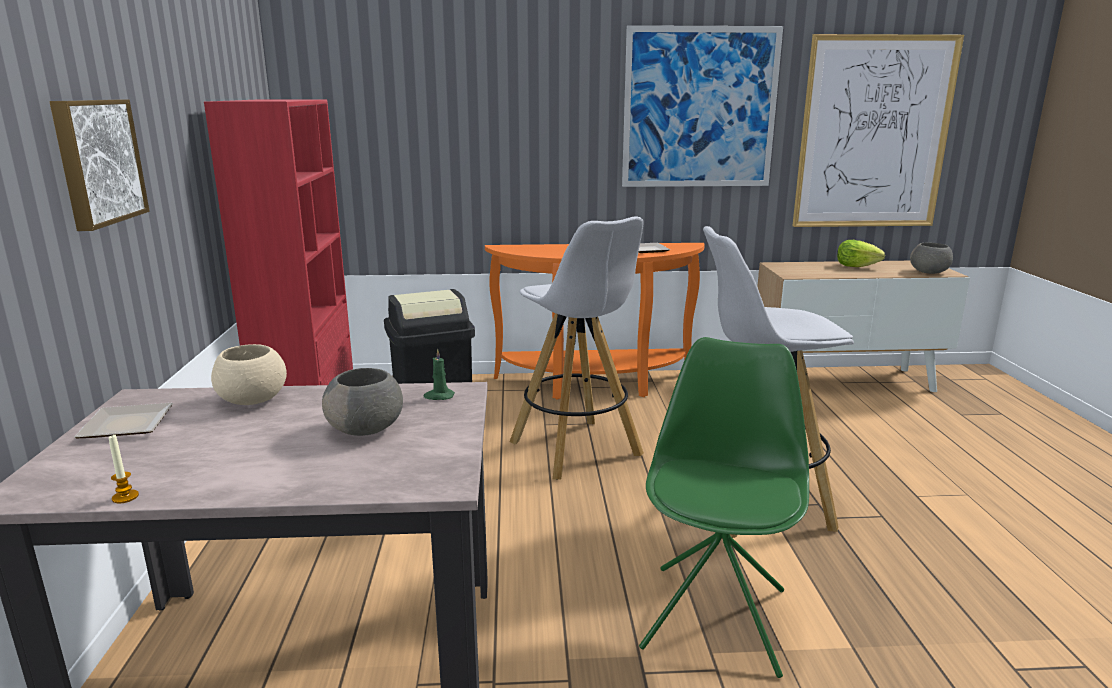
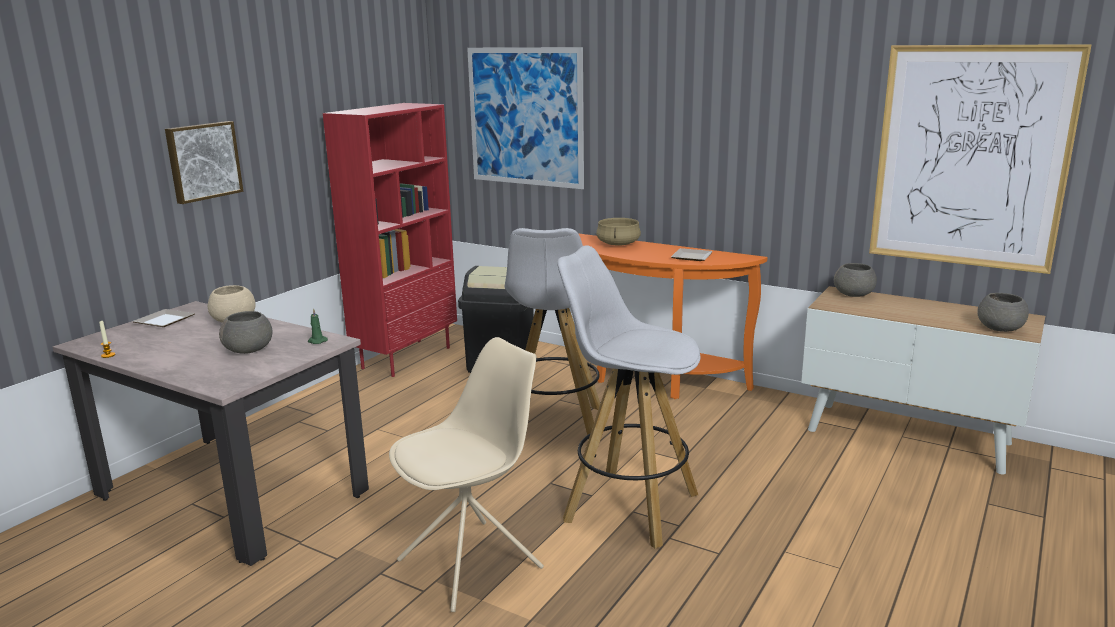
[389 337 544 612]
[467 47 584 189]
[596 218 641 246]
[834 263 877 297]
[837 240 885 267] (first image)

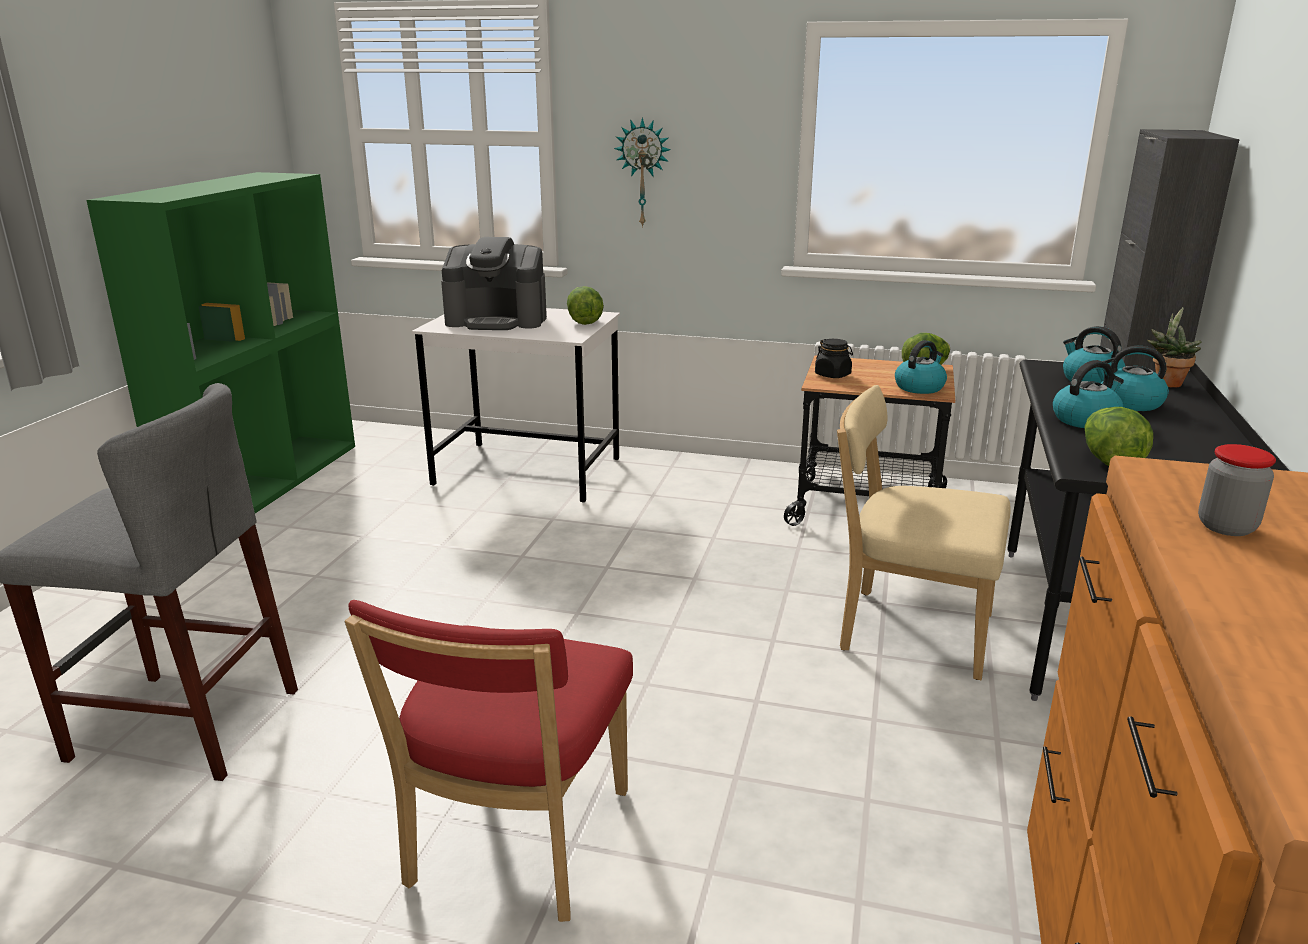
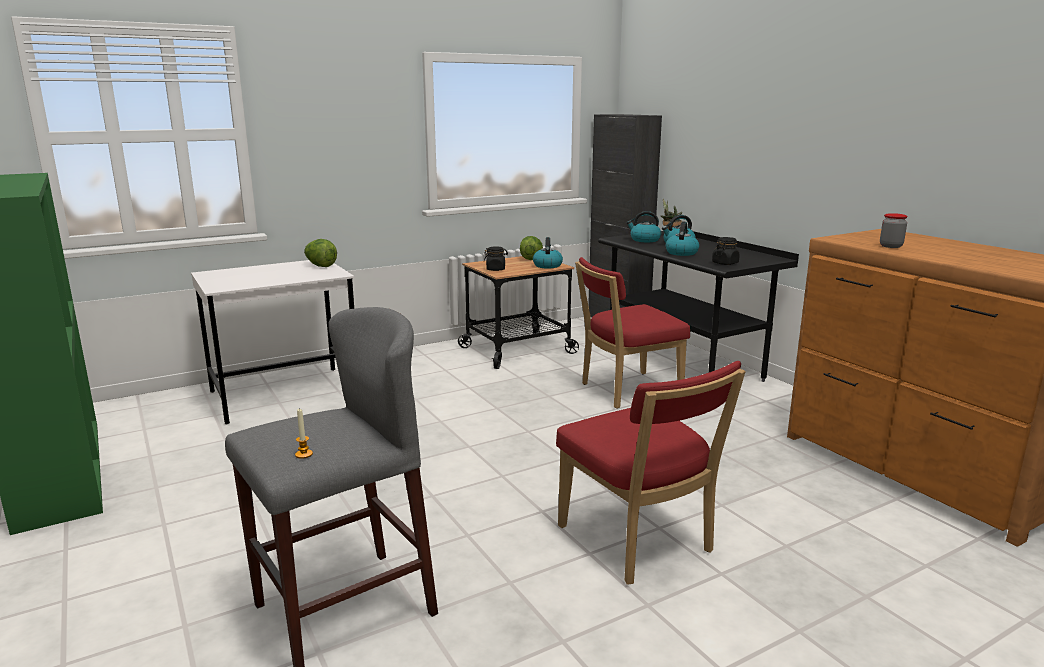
[295 408 313 459]
[575 257 690 409]
[712 237 740 265]
[441 237 547 330] (first image)
[614 117 671 228] (first image)

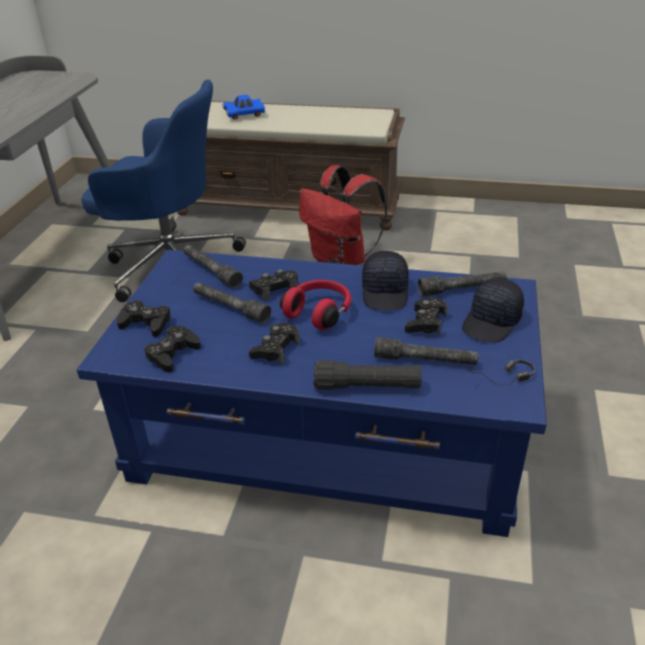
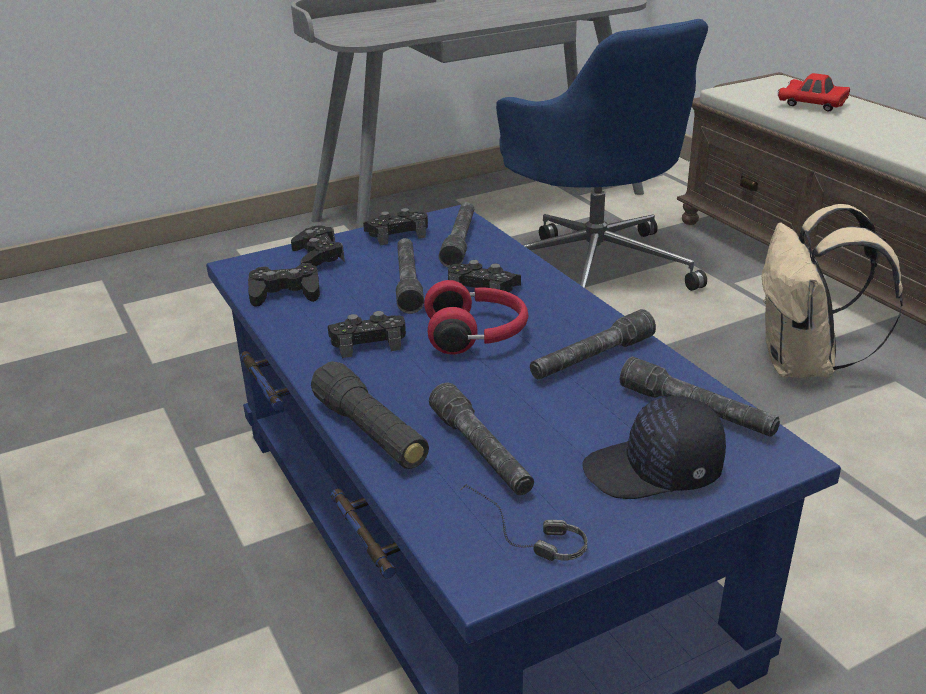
[363 208 428 246]
[530 309 656 380]
[762 204 903 378]
[778 73 850 111]

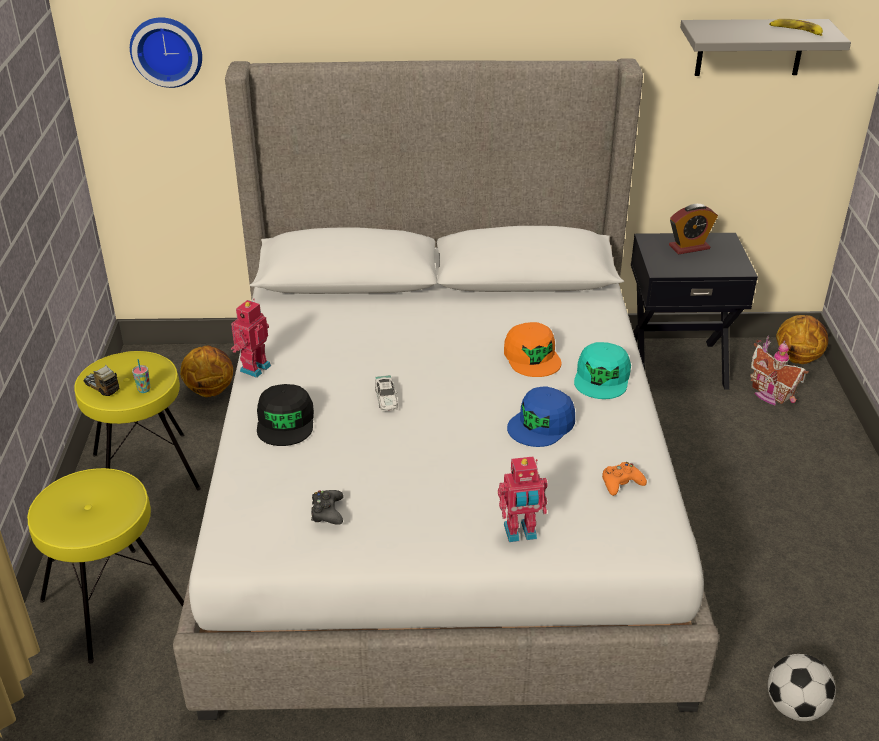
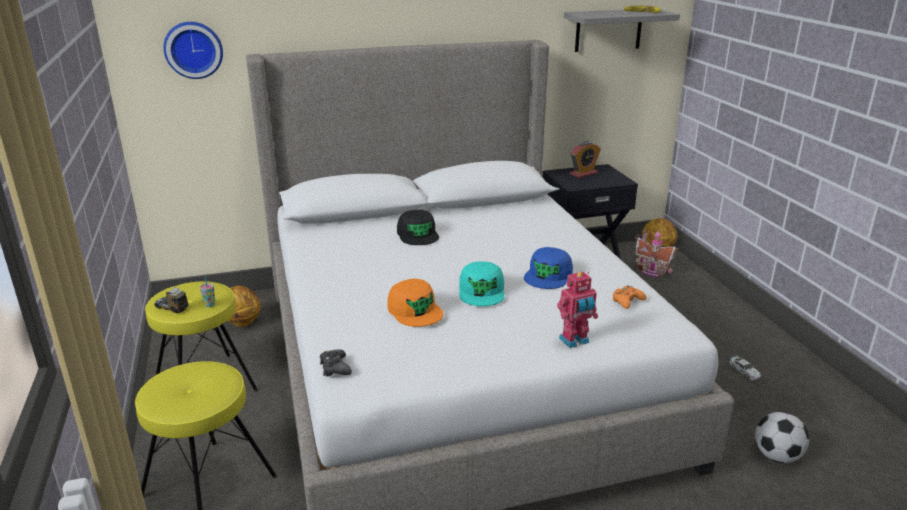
[320 349 352 377]
[387 279 443 327]
[397 210 439 245]
[459 261 505 306]
[729 355 761 380]
[231 299 271 378] (first image)

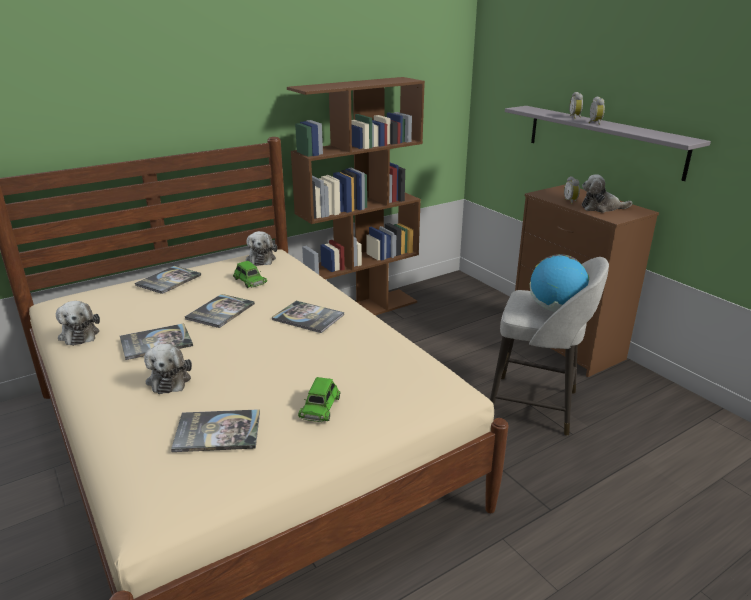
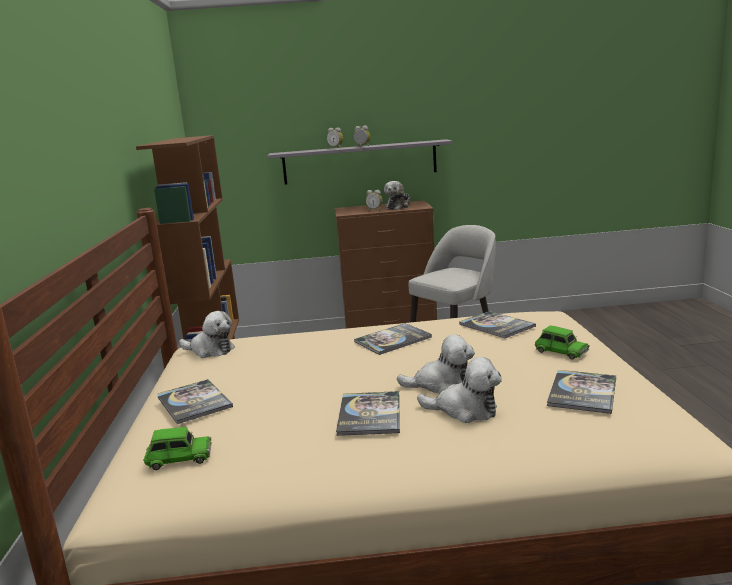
[143 427 212 470]
[397 334 475 394]
[459 311 536 338]
[530 254 589 312] (first image)

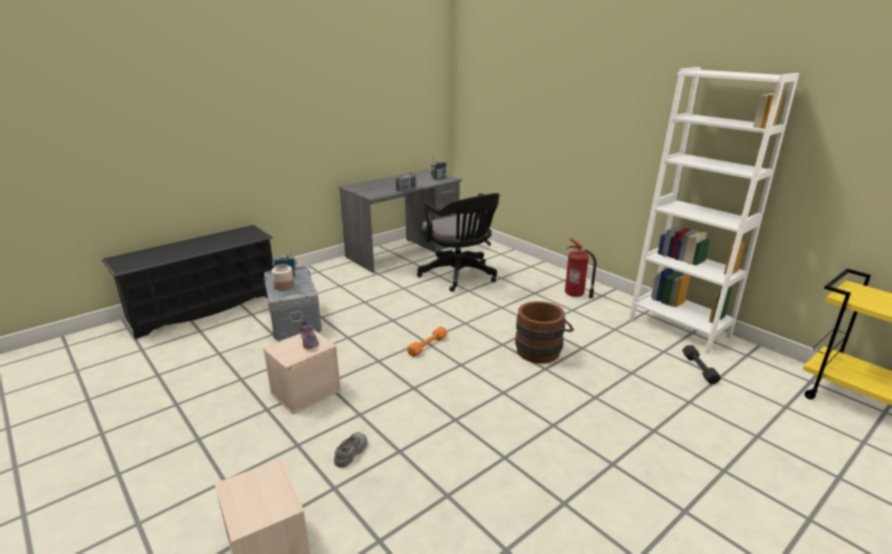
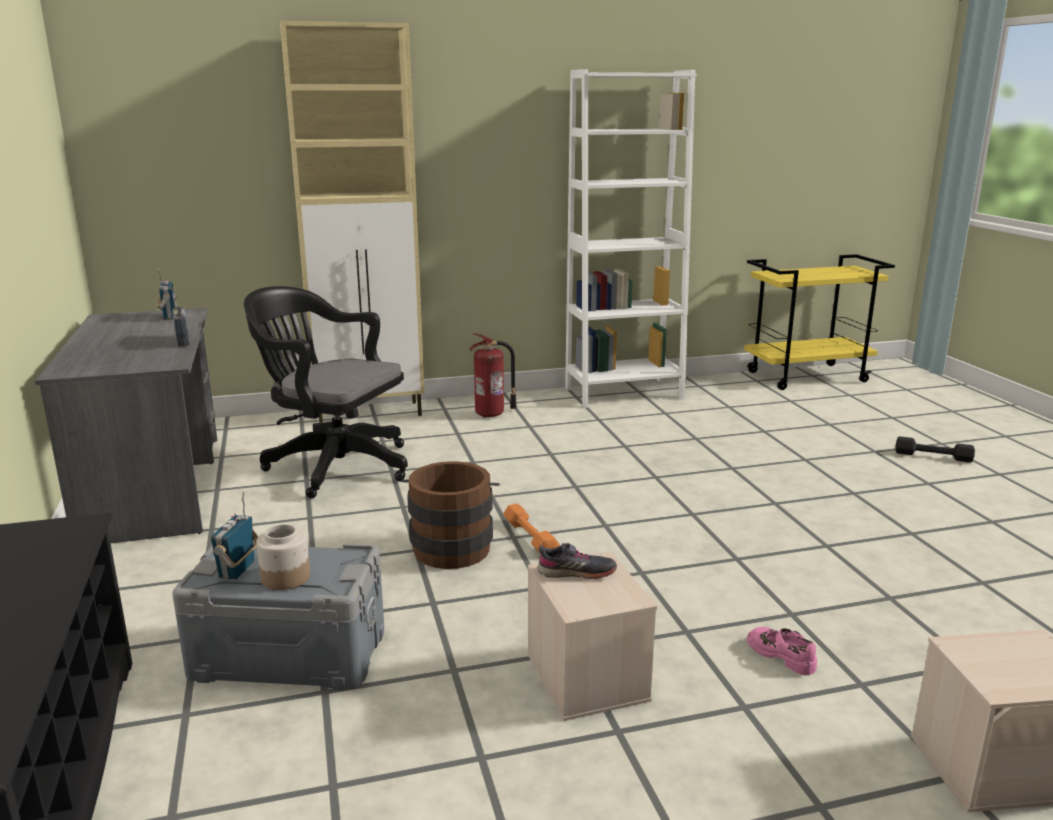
[244 286 408 498]
[280 21 425 423]
[401 461 500 569]
[747 627 817 675]
[896 436 975 462]

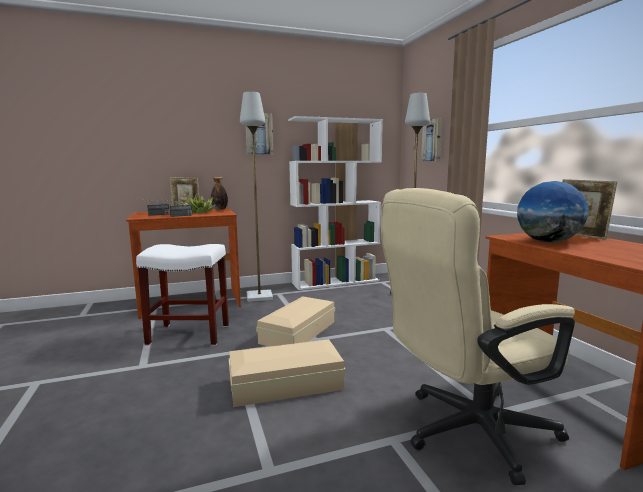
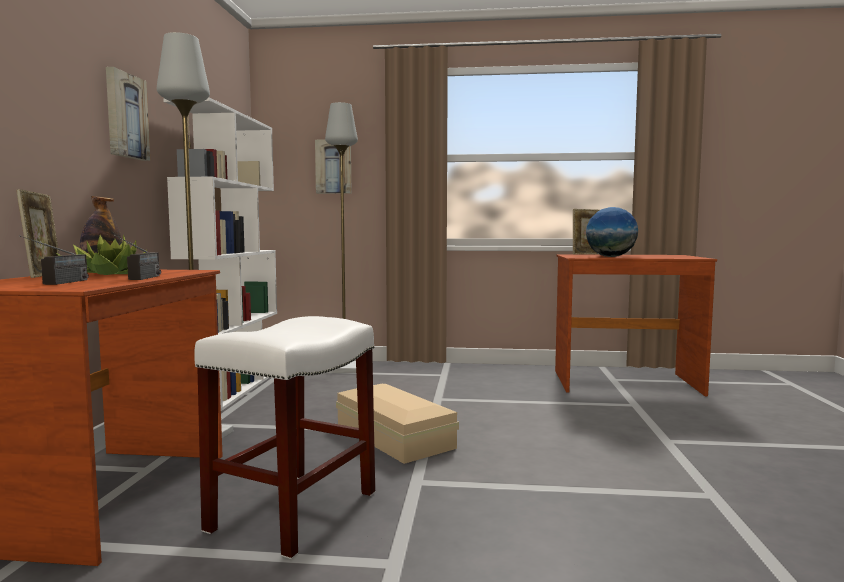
[229 339 345 407] (first image)
[381 188 575 485] (first image)

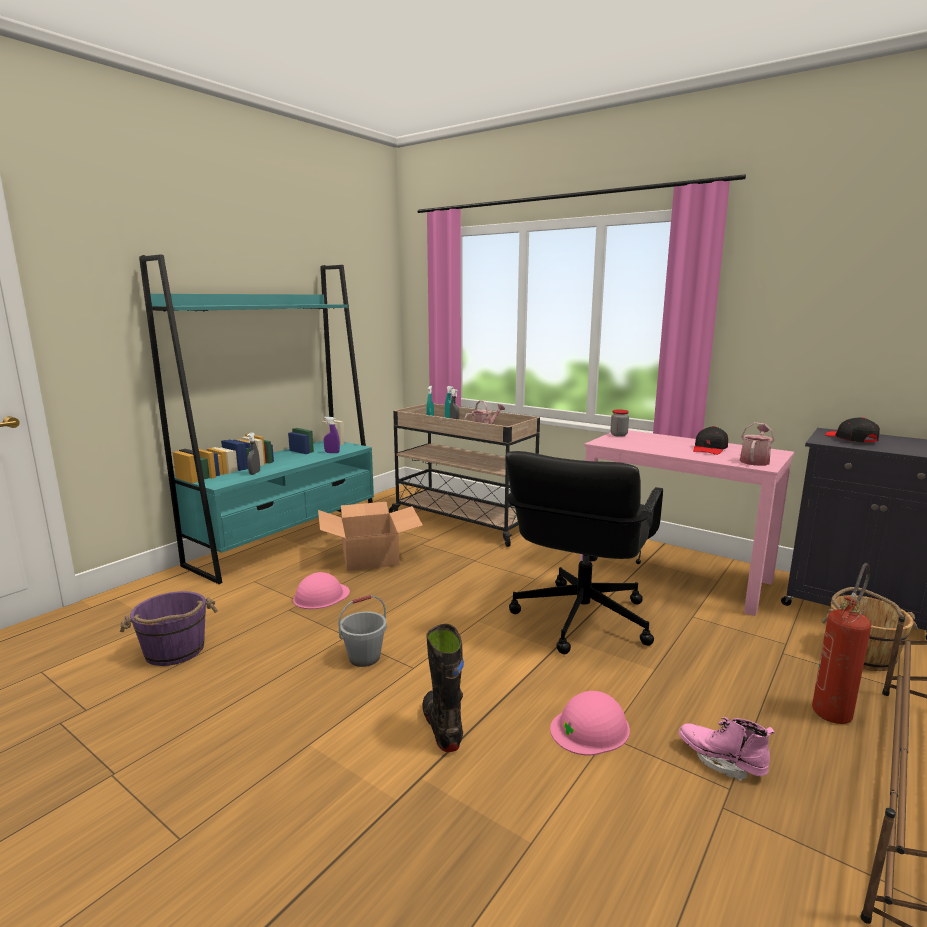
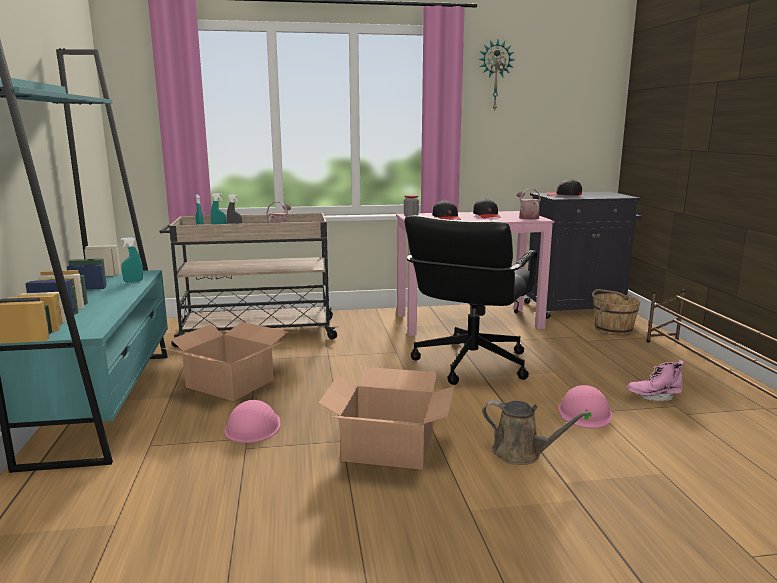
[121 237 143 283]
[319 367 455 470]
[404 215 538 385]
[433 200 461 220]
[479 40 515 112]
[482 400 590 465]
[120 591 218 666] (first image)
[247 432 260 475] (first image)
[812 563 871 724] (first image)

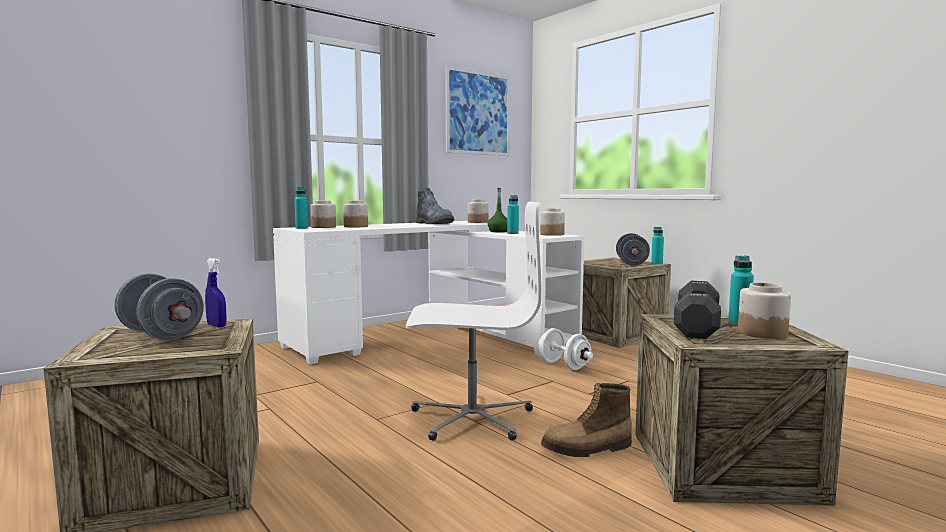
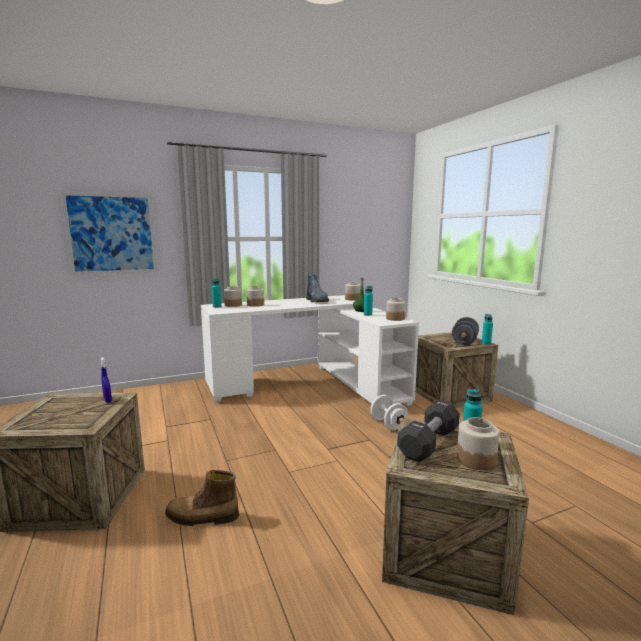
[61 192 157 275]
[165 470 239 526]
[114 273 204 341] (first image)
[406 202 541 441] (first image)

